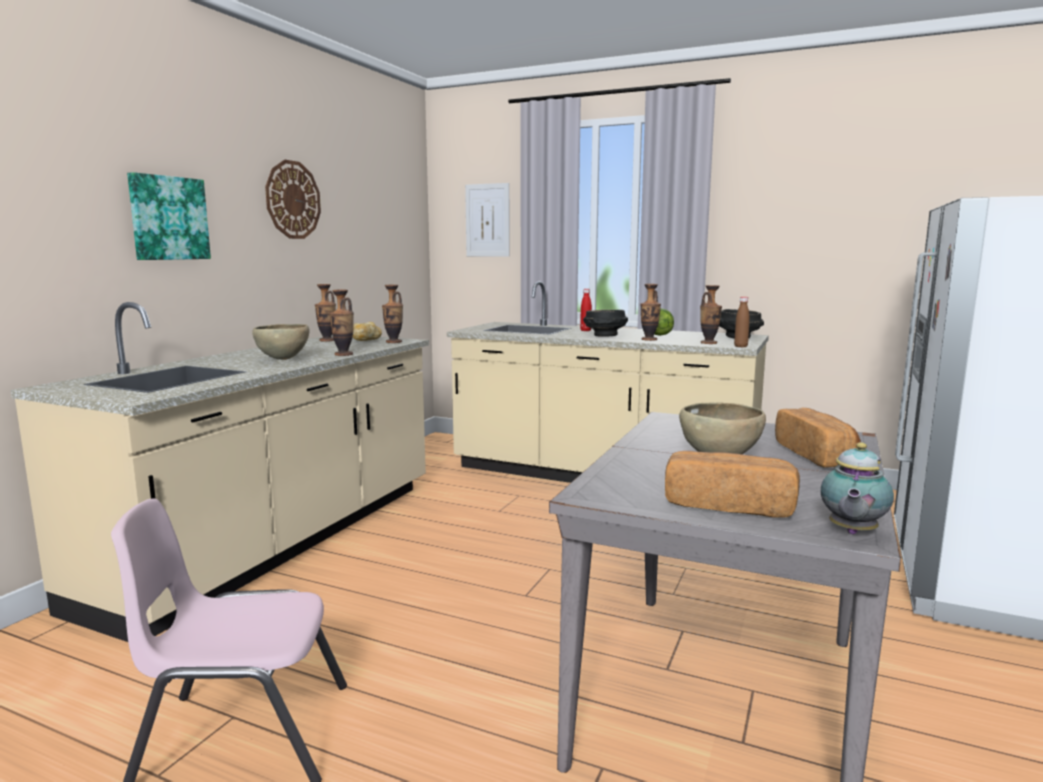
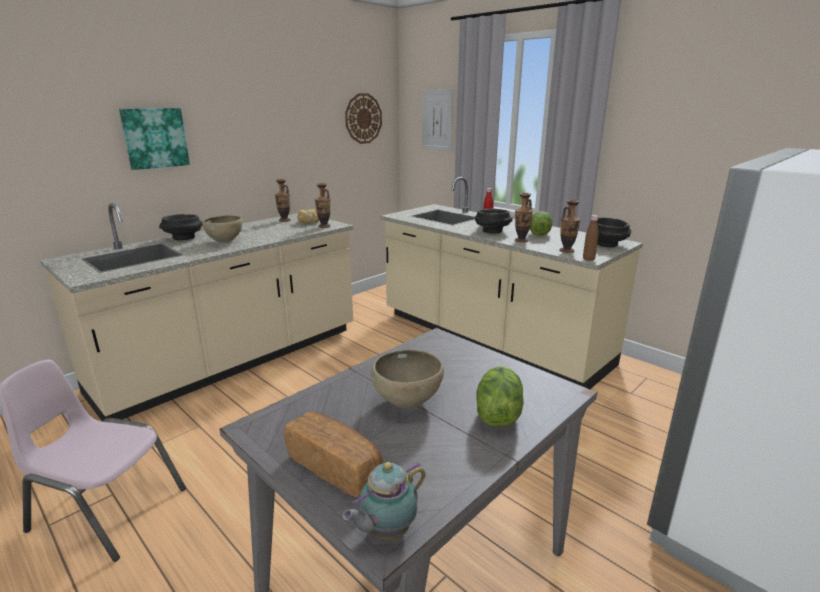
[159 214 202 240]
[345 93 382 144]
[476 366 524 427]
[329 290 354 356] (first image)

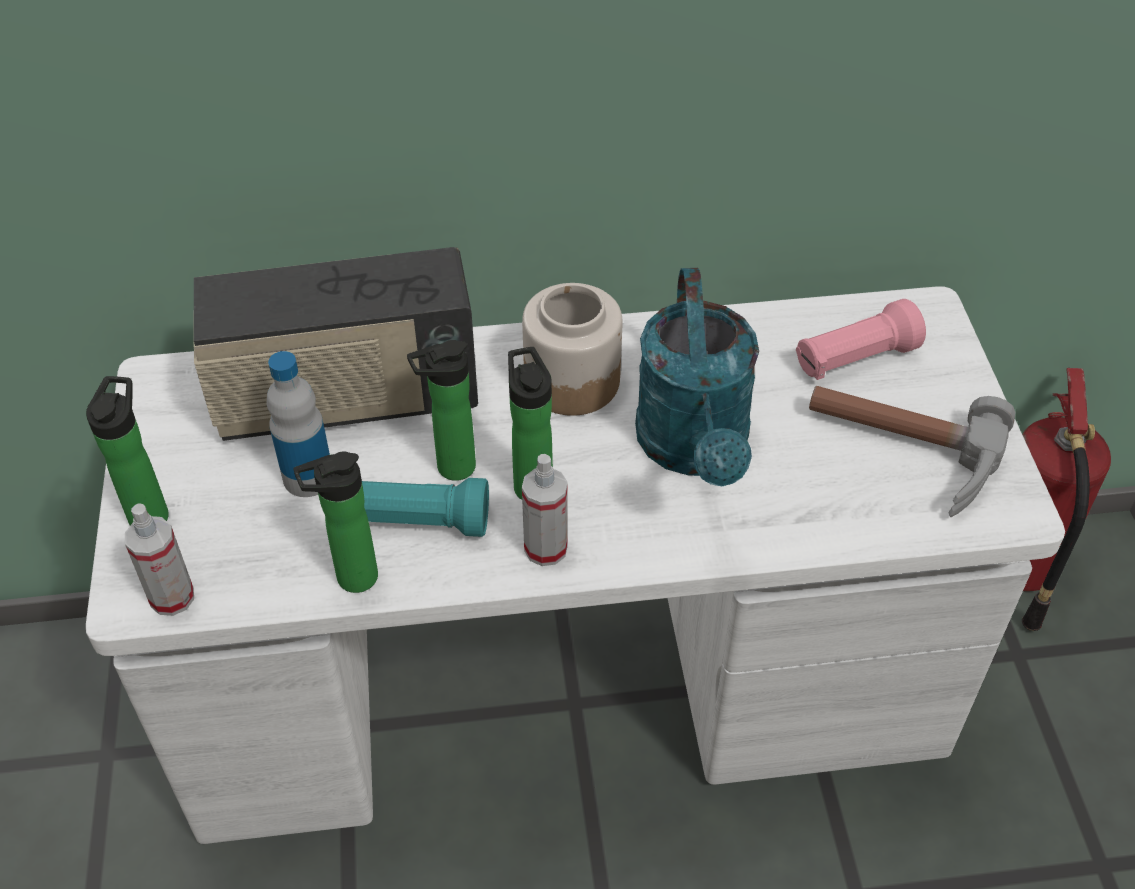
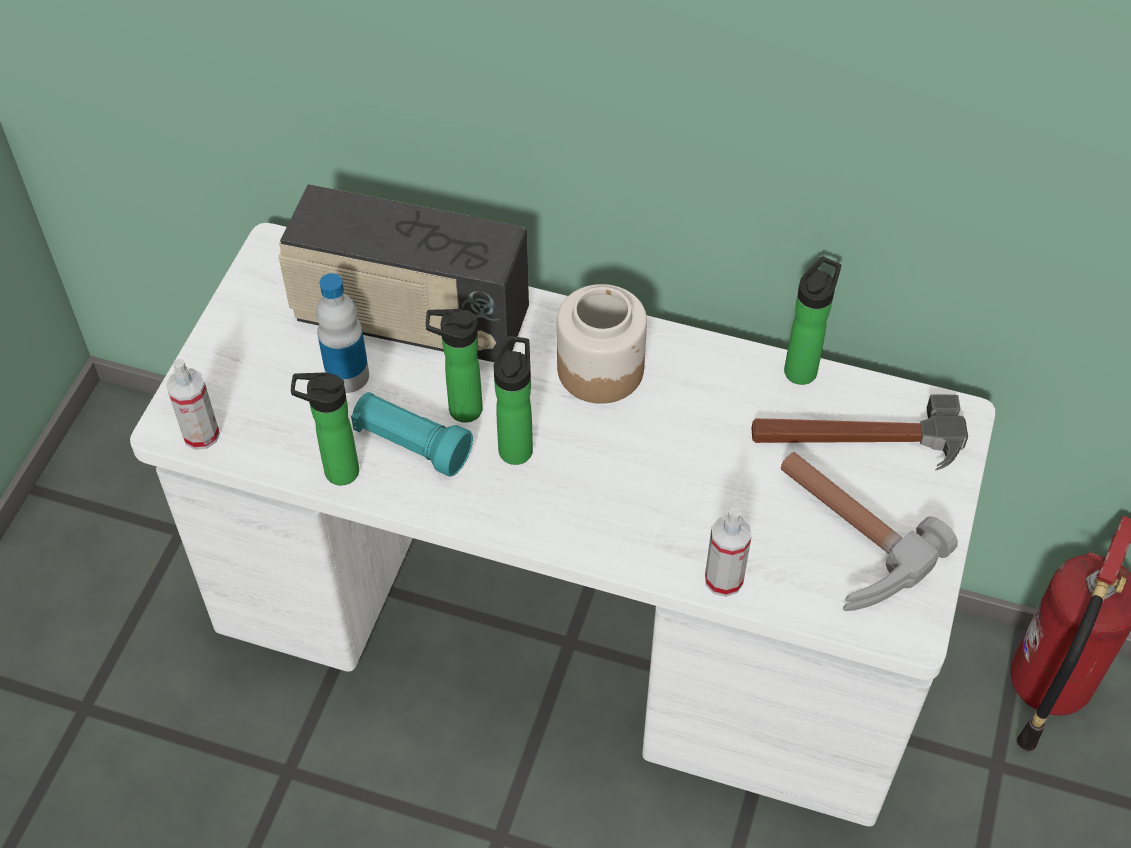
[705 507 752 597]
[752 394 968 470]
[784 257 841 385]
[635 268 759 486] (first image)

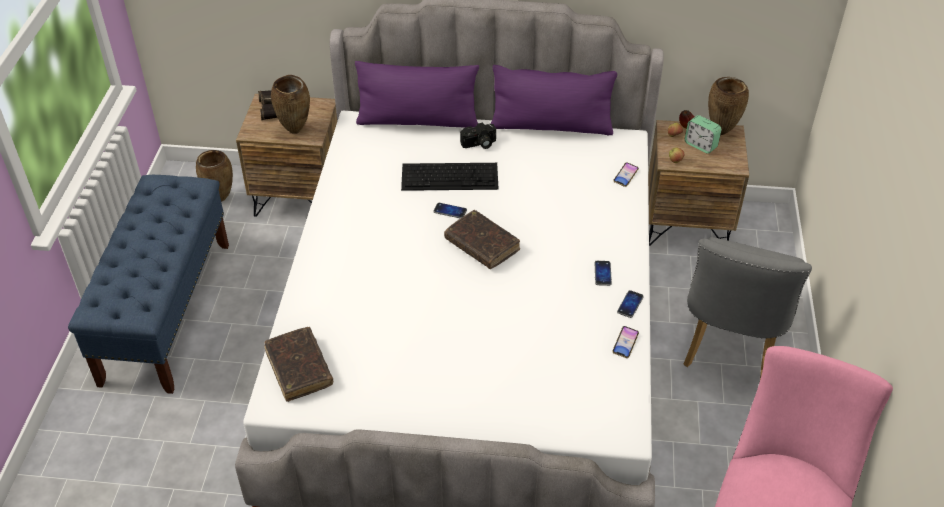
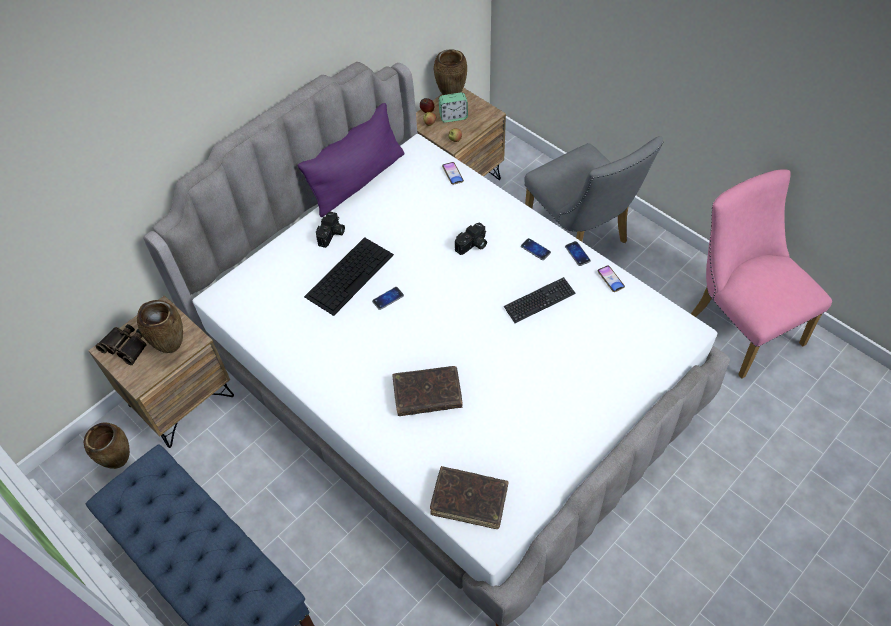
[392 366 462 416]
[455 222 487 255]
[504 277 575 323]
[355 61 479 128] (first image)

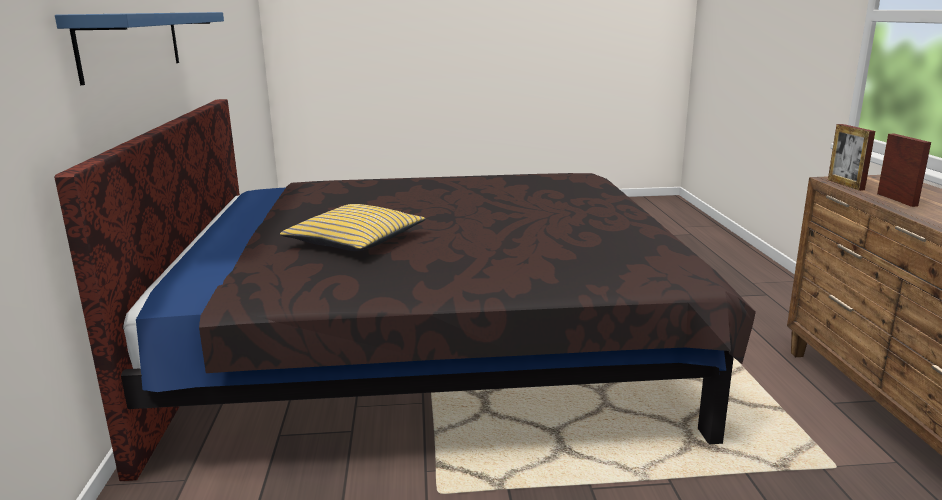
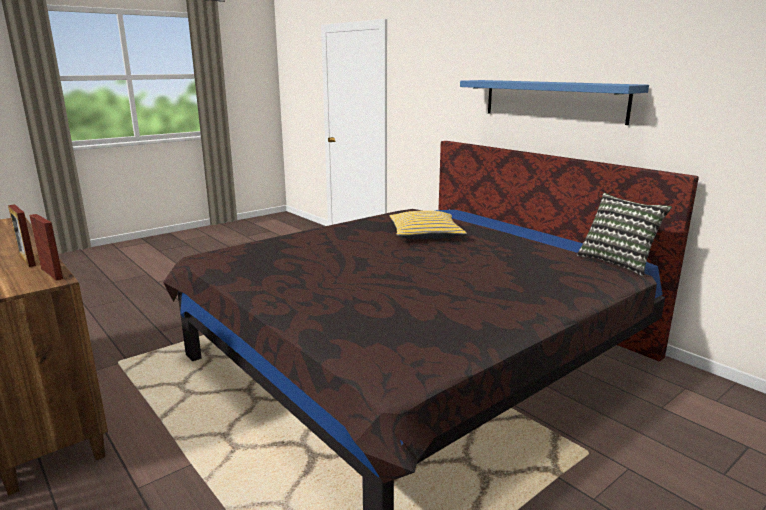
[577 193 672 276]

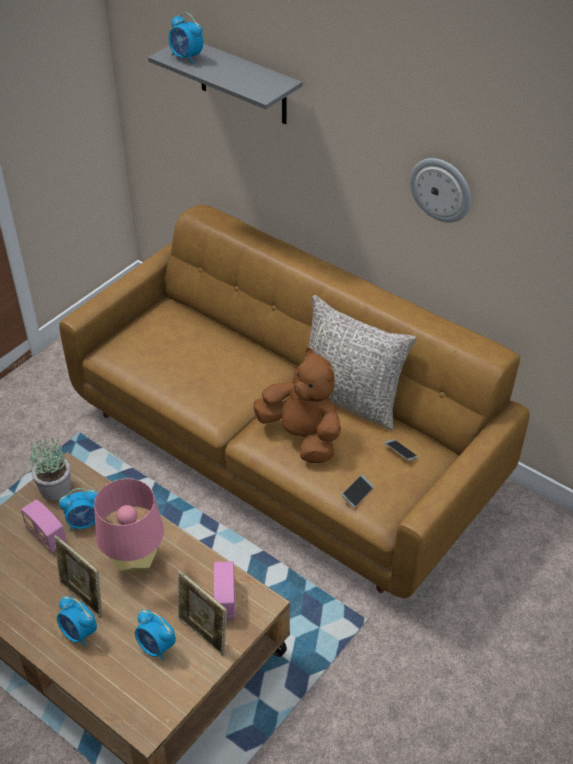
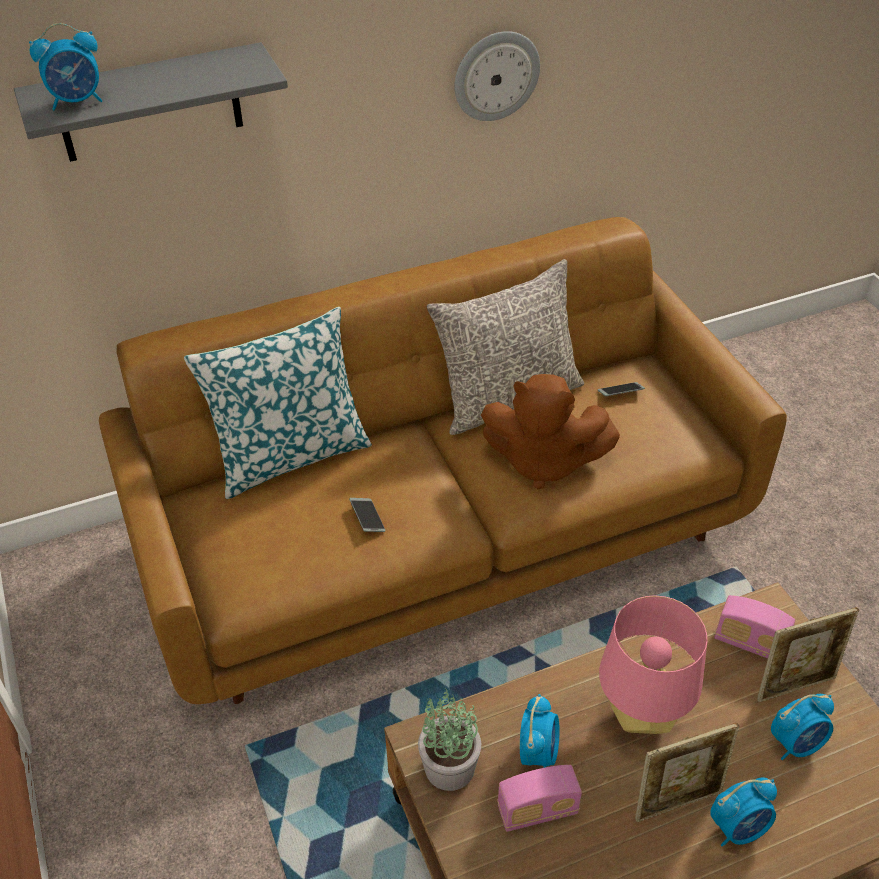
[184 307 372 499]
[349 498 386 532]
[481 374 620 489]

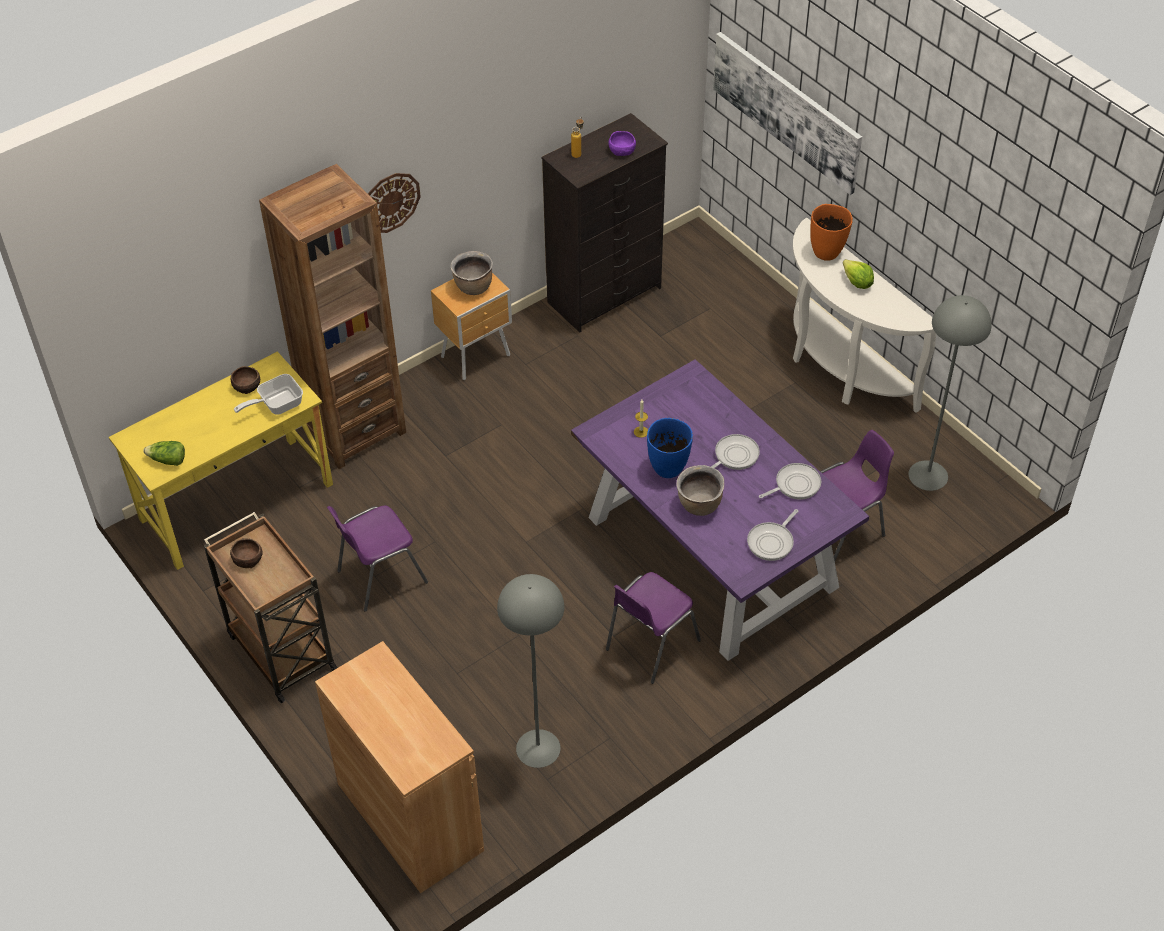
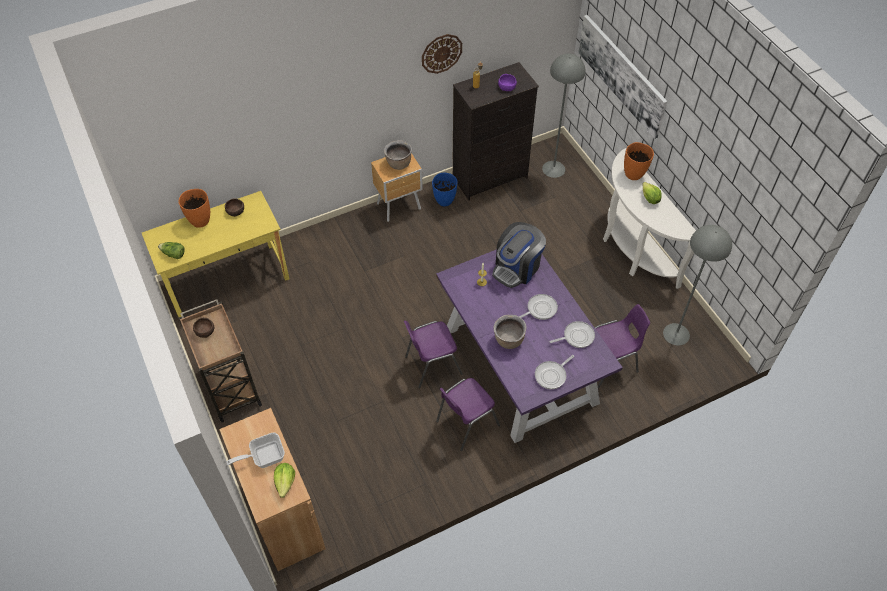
[178 189 210 228]
[226 432 285 468]
[274 463 295 498]
[404 320 463 388]
[422 34 462 74]
[432 172 457 206]
[492 222 546 288]
[542 54 586 178]
[259 164 406 469] (first image)

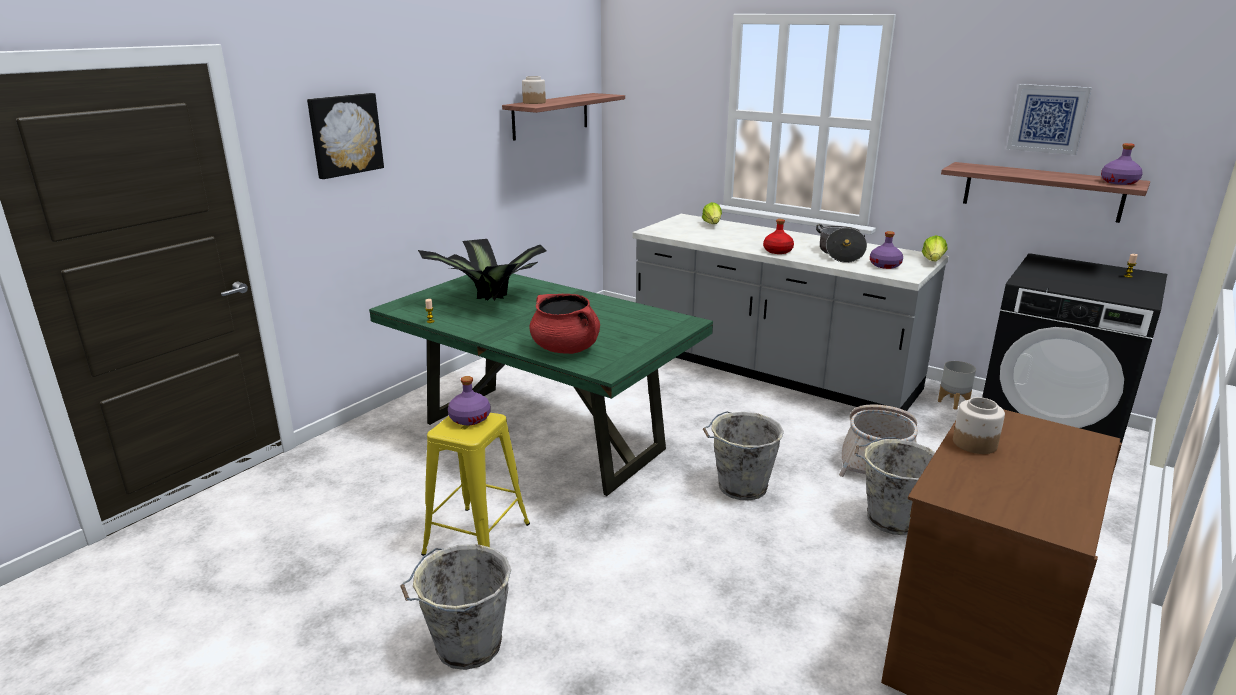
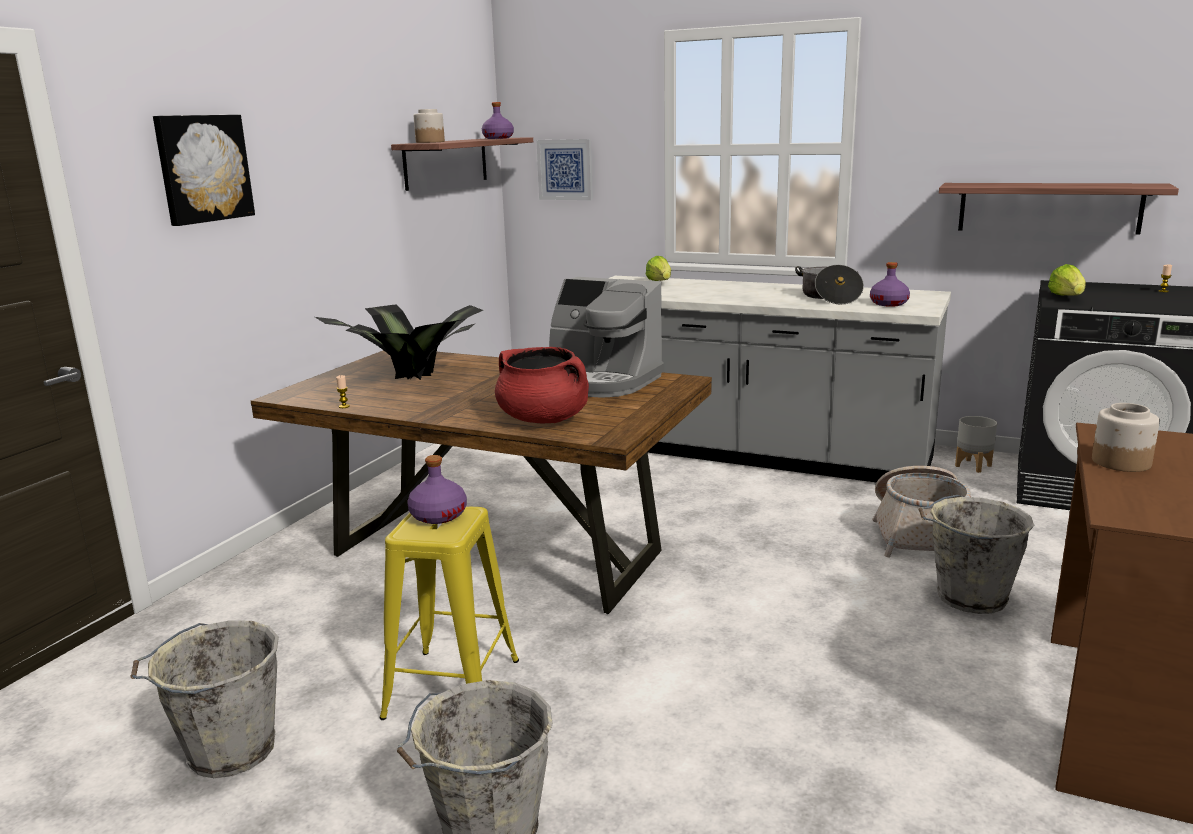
[130 621 279 778]
[251 350 712 614]
[482 102 514 139]
[536 139 593 200]
[549 277 664 398]
[1048 264 1086 295]
[763 219 794 254] (first image)

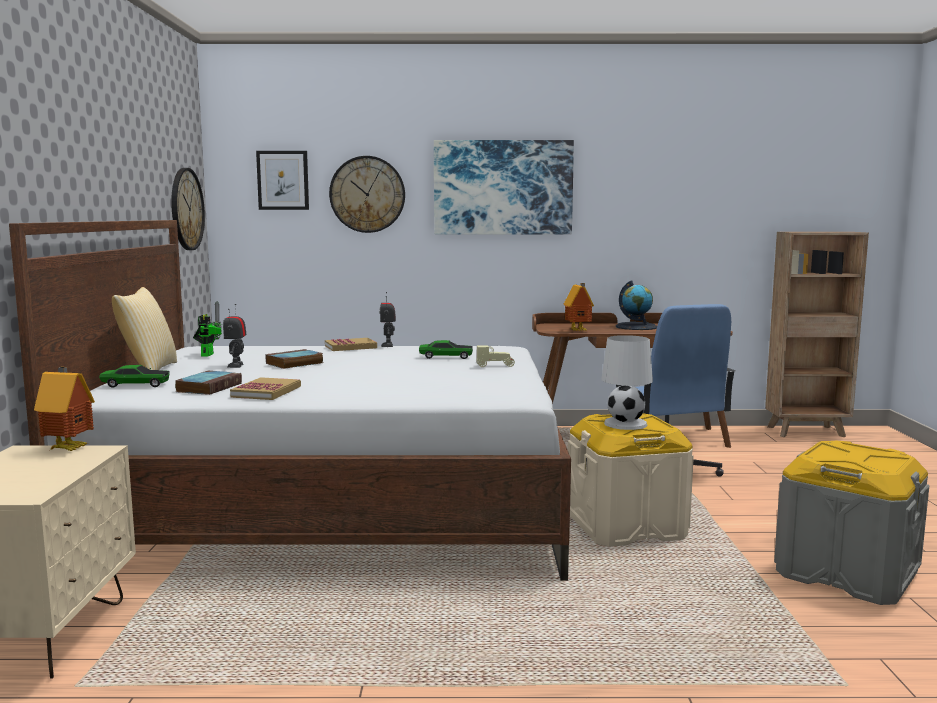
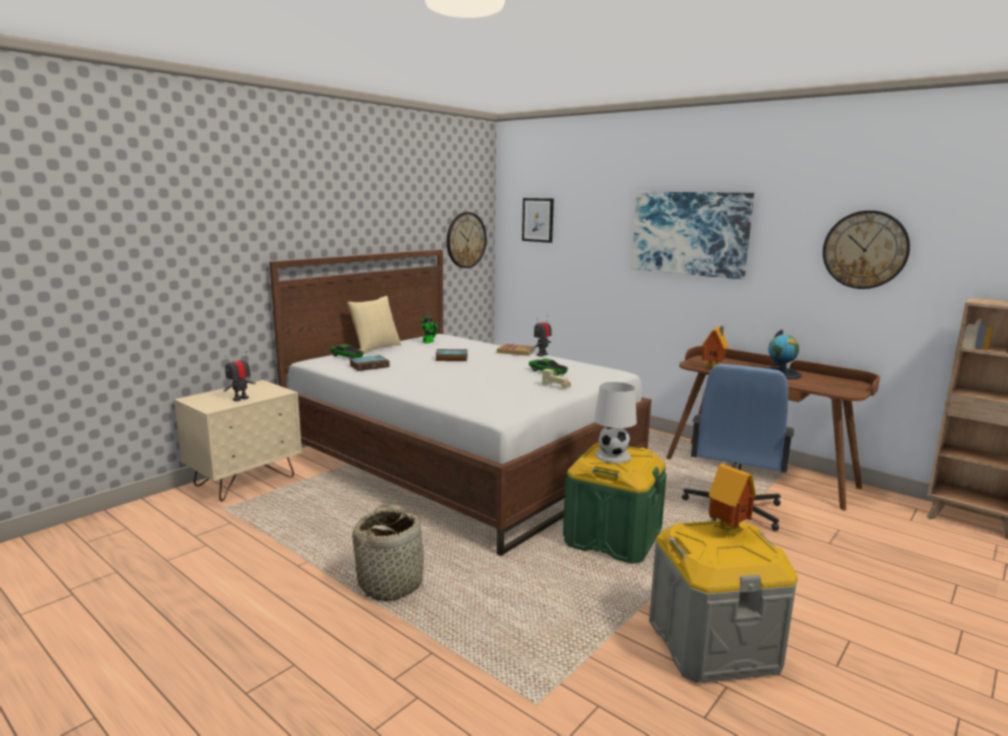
[224 351 256 402]
[352 505 427 601]
[563 443 667 564]
[708 462 756 536]
[823 210 910 289]
[230 377 301 400] (first image)

